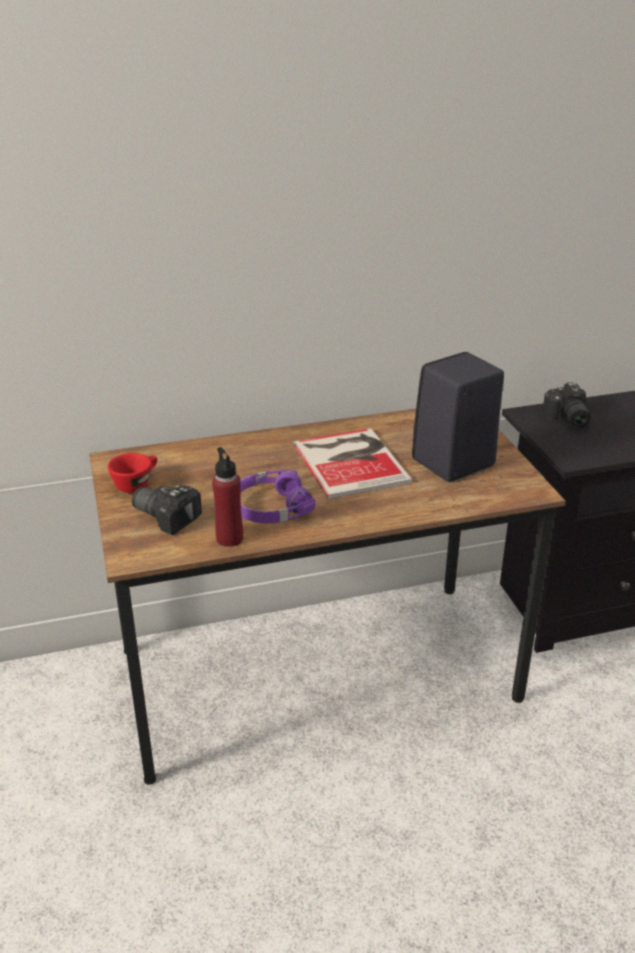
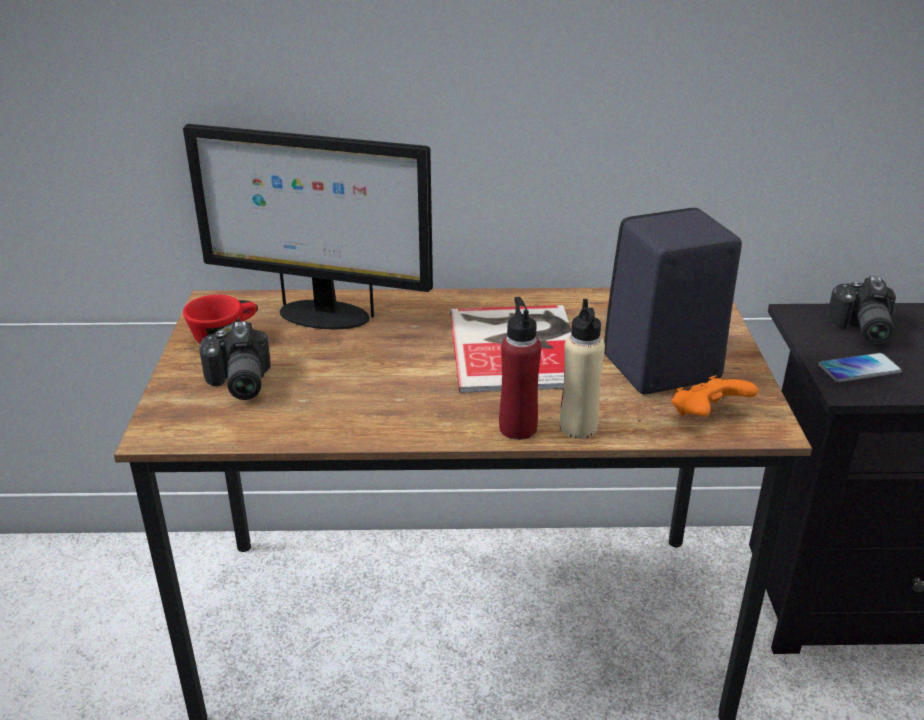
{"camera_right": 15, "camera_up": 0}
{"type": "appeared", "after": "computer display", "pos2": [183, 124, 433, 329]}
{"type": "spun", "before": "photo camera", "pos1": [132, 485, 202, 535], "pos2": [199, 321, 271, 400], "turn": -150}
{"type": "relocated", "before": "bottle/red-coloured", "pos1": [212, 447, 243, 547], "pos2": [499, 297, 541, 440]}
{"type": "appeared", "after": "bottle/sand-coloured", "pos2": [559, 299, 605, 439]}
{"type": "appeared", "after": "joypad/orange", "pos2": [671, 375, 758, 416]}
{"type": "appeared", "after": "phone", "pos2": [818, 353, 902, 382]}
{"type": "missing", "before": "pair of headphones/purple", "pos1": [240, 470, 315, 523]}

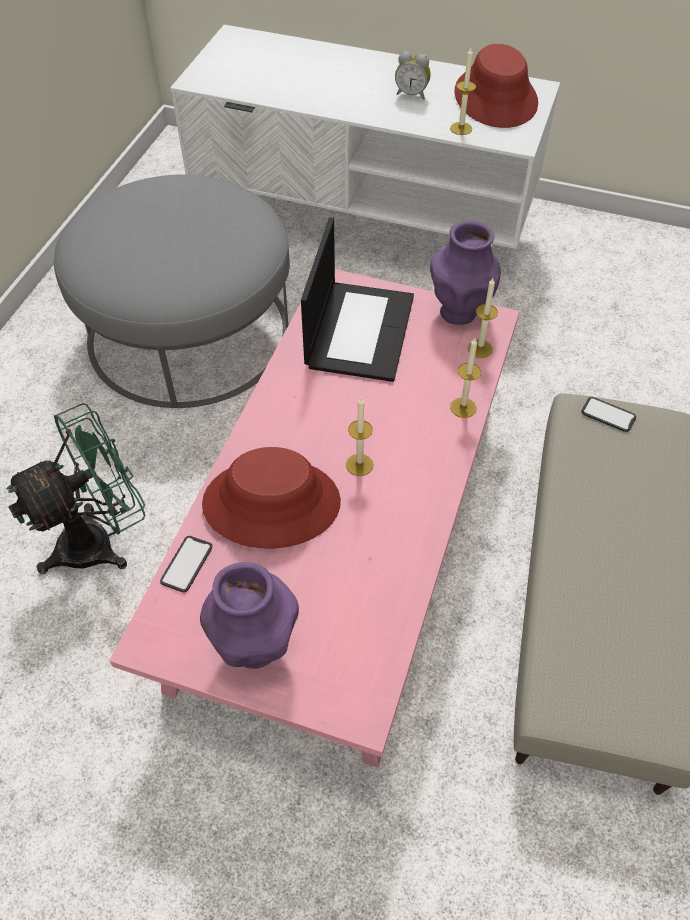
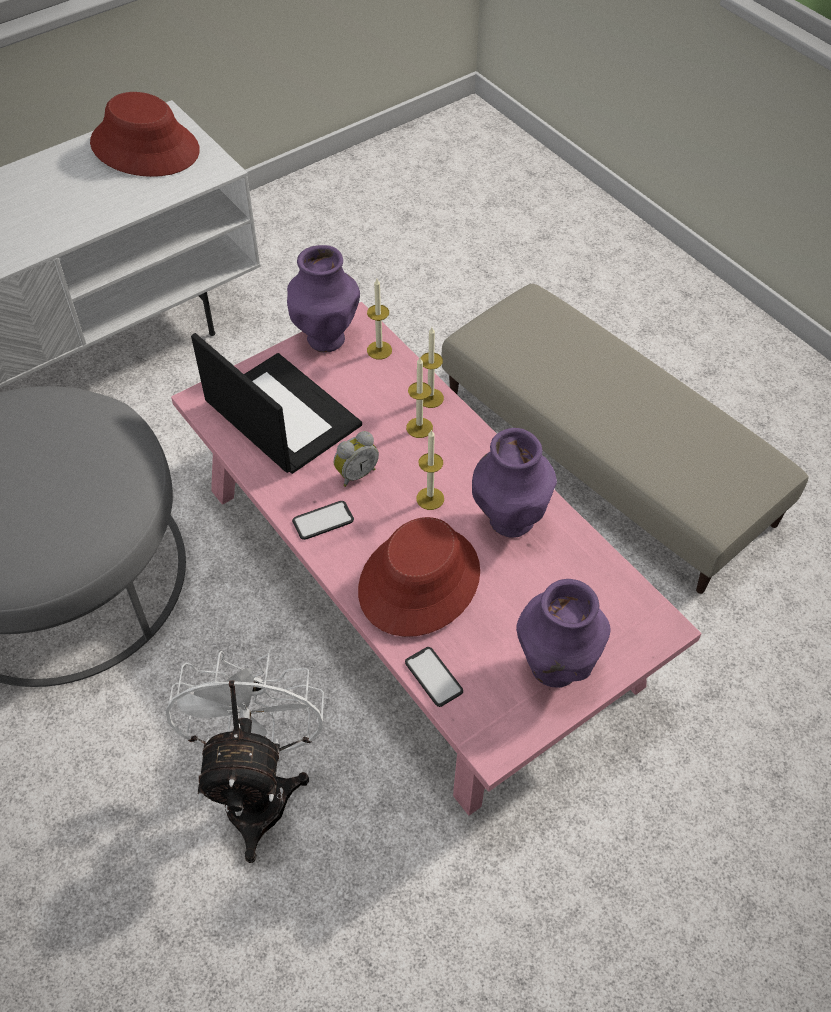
{"camera_right": -55, "camera_up": 0}
{"type": "colour", "before": "cooling fan/green", "after": "cooling fan/white-coloured", "pos1": [7, 403, 145, 574], "pos2": [165, 651, 324, 863]}
{"type": "relocated", "before": "phone", "pos1": [581, 397, 636, 432], "pos2": [292, 501, 354, 540]}
{"type": "relocated", "before": "bedside clock", "pos1": [395, 51, 431, 100], "pos2": [334, 431, 379, 487]}
{"type": "relocated", "before": "wax light", "pos1": [450, 48, 476, 135], "pos2": [406, 358, 433, 438]}
{"type": "appeared", "after": "decorative vase/purple", "pos2": [472, 428, 557, 538]}

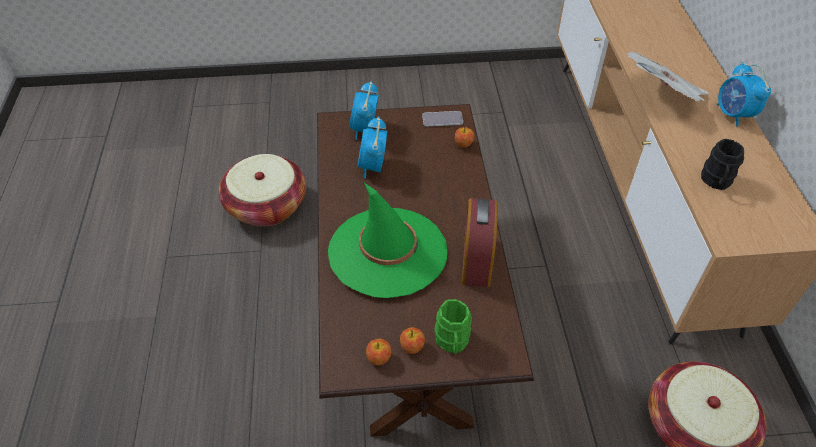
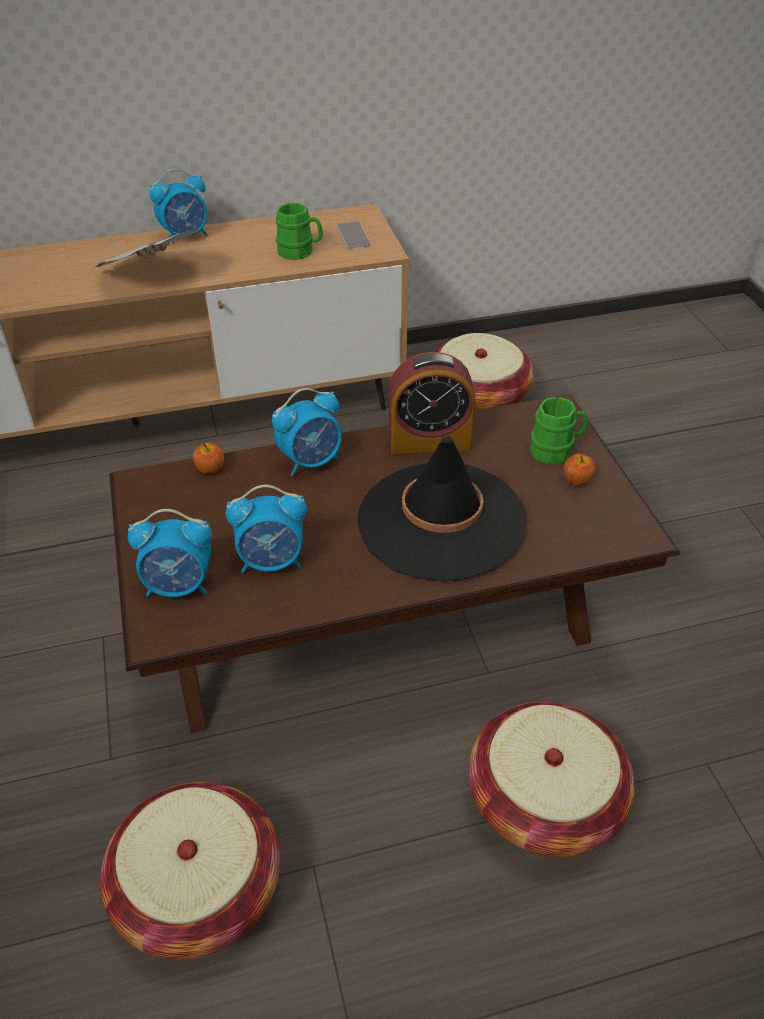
{"camera_right": -100, "camera_up": -5}
{"type": "appeared", "after": "bedside clock", "pos2": [272, 388, 342, 477]}
{"type": "colour", "before": "tea mug/black", "after": "tea mug/green", "pos1": [701, 139, 744, 190], "pos2": [276, 203, 323, 260]}
{"type": "relocated", "before": "phone", "pos1": [422, 111, 463, 127], "pos2": [337, 221, 370, 249]}
{"type": "colour", "before": "wearable hat/green", "after": "wearable hat/black", "pos1": [328, 183, 447, 298], "pos2": [357, 436, 526, 581]}
{"type": "appeared", "after": "basket", "pos2": [469, 702, 635, 857]}
{"type": "missing", "before": "apple", "pos1": [366, 339, 391, 366]}

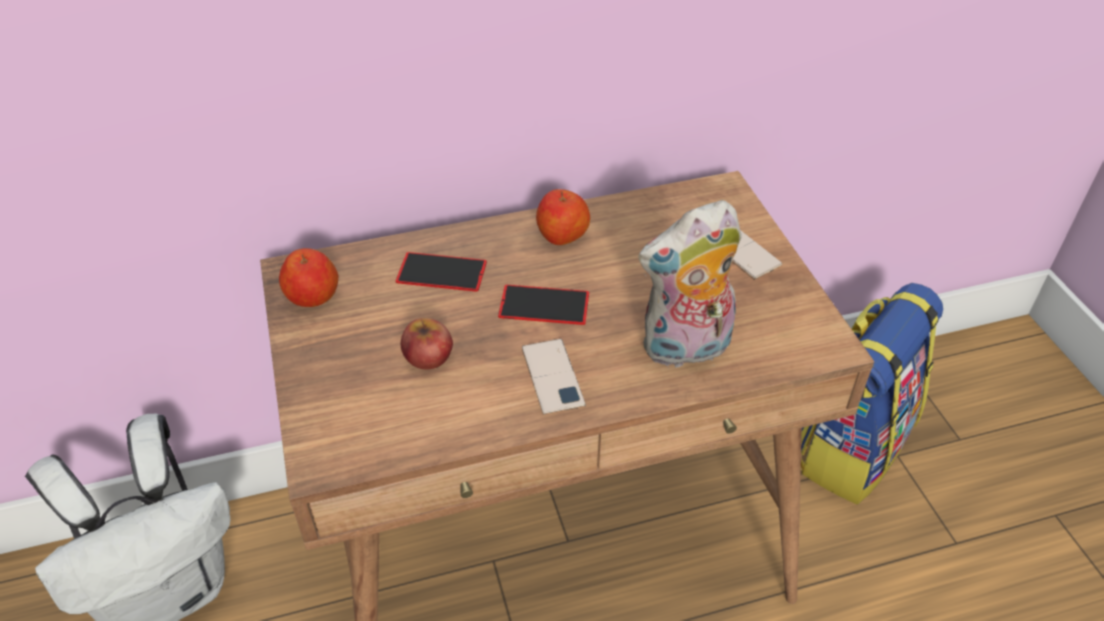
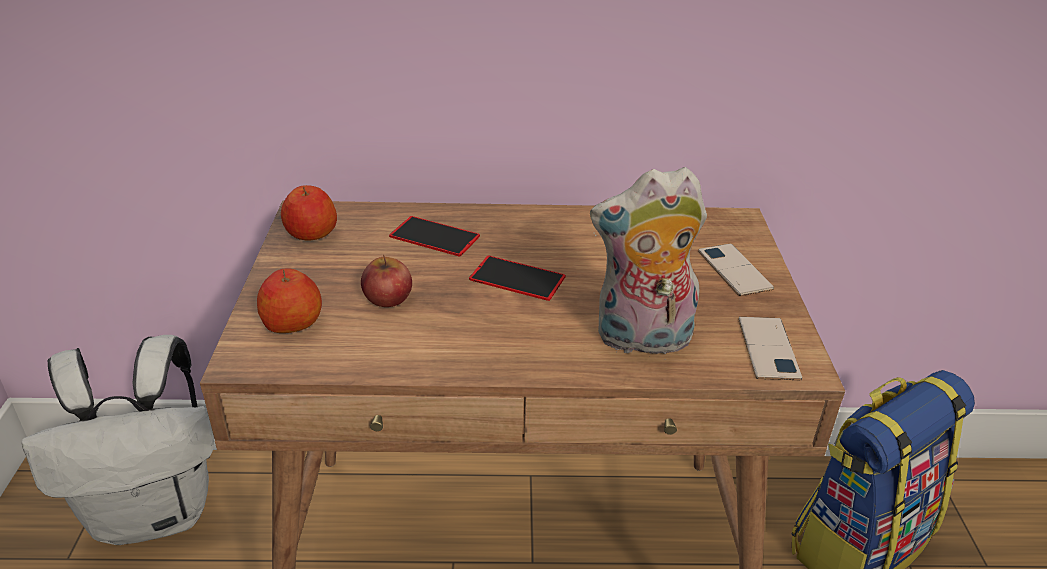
{"camera_right": 15, "camera_up": -10}
{"type": "relocated", "before": "apple", "pos1": [536, 189, 590, 245], "pos2": [257, 268, 322, 333]}
{"type": "relocated", "before": "phone", "pos1": [522, 339, 586, 415], "pos2": [738, 317, 802, 380]}

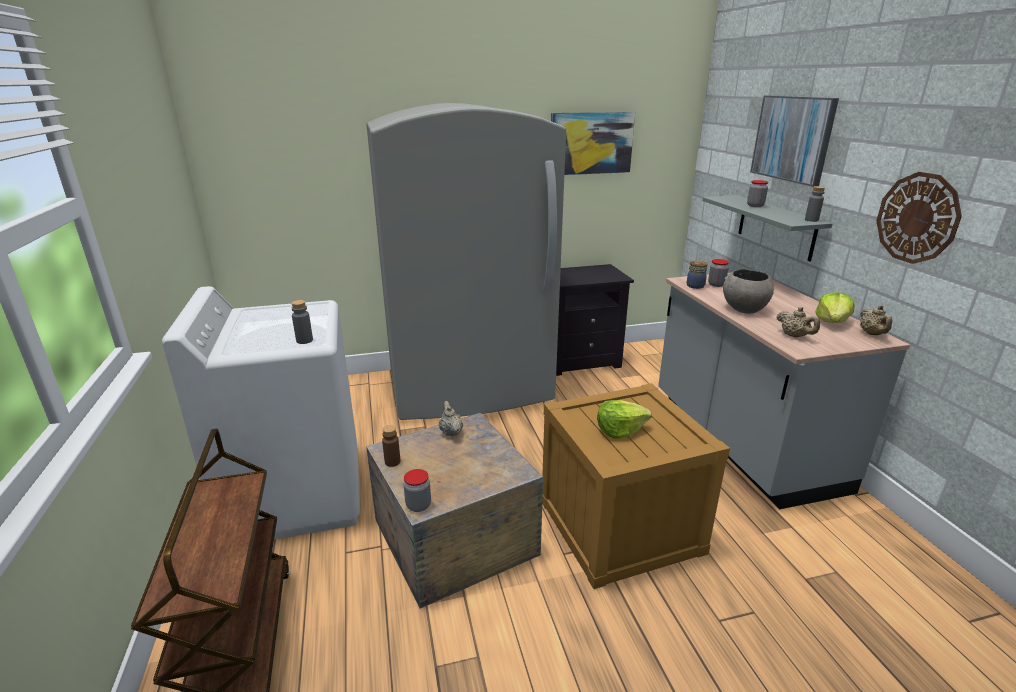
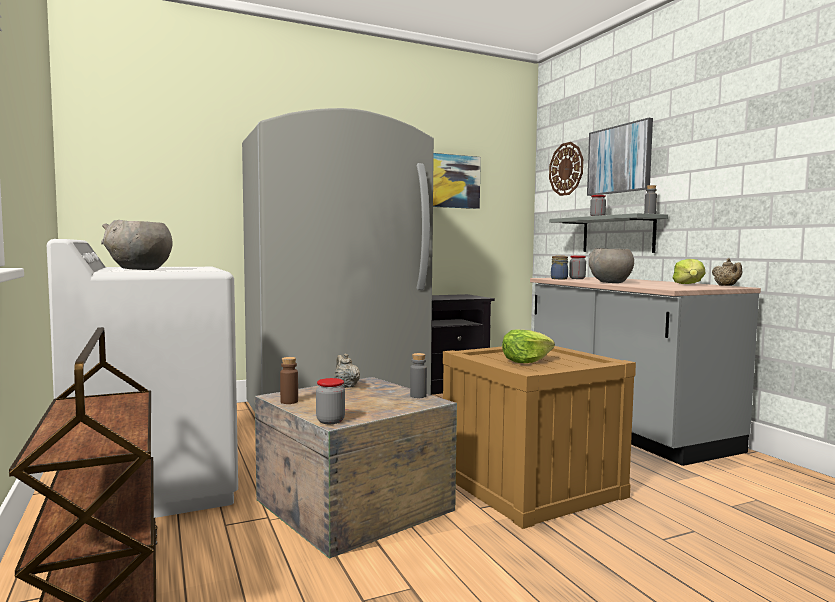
{"camera_right": -10, "camera_up": -20}
{"type": "appeared", "after": "deep dish/greyish", "pos2": [101, 220, 172, 270]}
{"type": "relocated", "before": "bottle/greyish", "pos1": [291, 300, 313, 344], "pos2": [410, 353, 427, 398]}
{"type": "relocated", "before": "hanging clock", "pos1": [876, 172, 962, 264], "pos2": [549, 142, 583, 196]}
{"type": "missing", "before": "tea pot/sand-coloured", "pos1": [776, 307, 820, 337]}

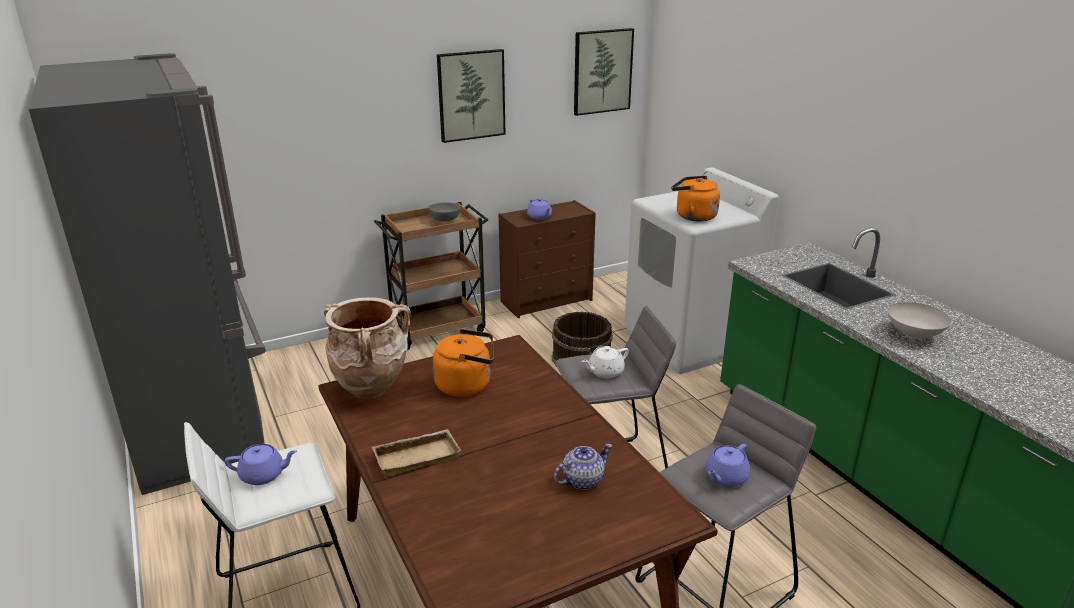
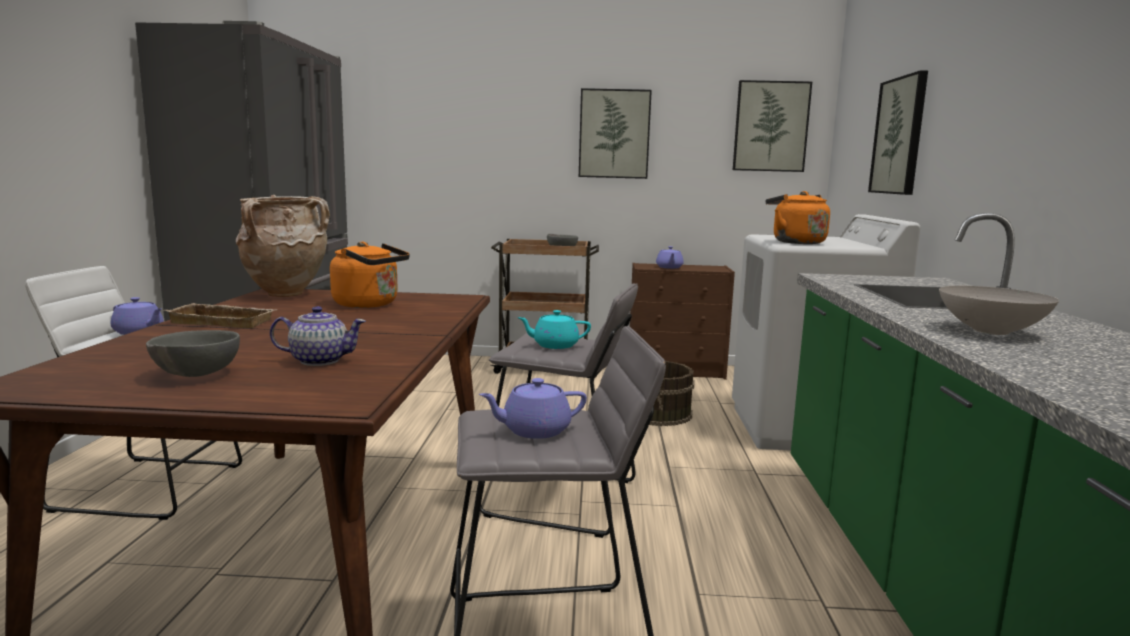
{"camera_right": 30, "camera_up": -15}
{"type": "appeared", "after": "deep dish/greyish", "pos2": [146, 330, 240, 377]}
{"type": "colour", "before": "tea pot/white-coloured", "after": "tea pot/blue-green", "pos1": [582, 346, 629, 378], "pos2": [517, 310, 591, 349]}
{"type": "appeared", "after": "wall picture", "pos2": [868, 70, 928, 195]}

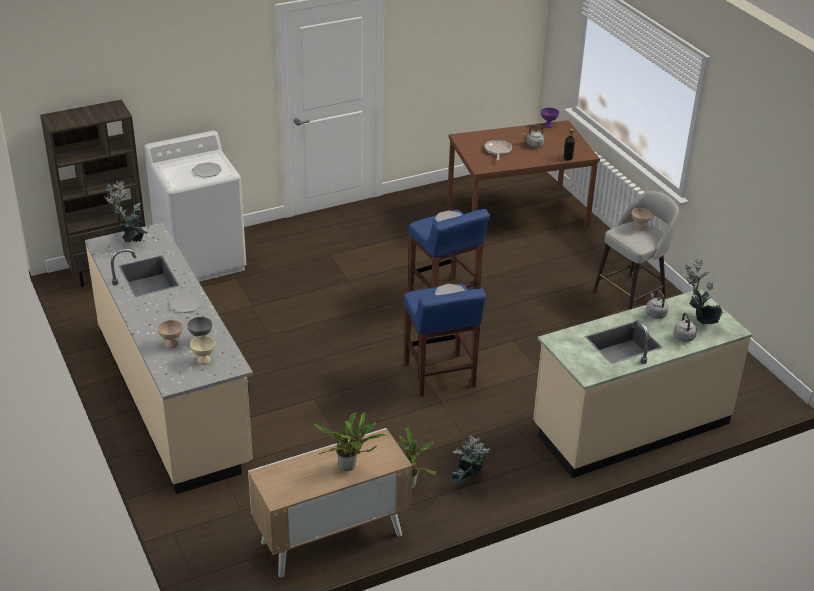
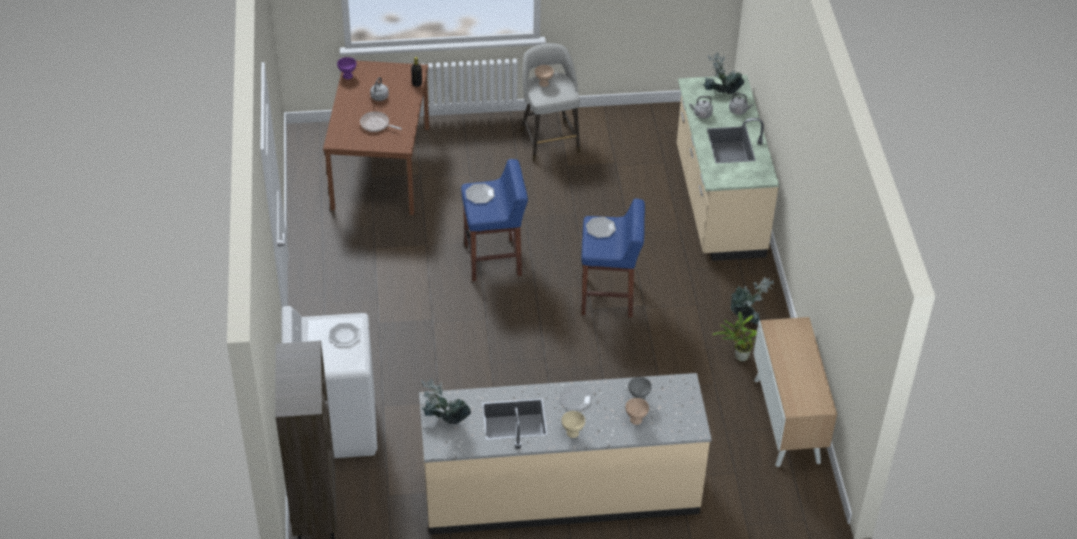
{"camera_right": -70, "camera_up": 10}
{"type": "relocated", "before": "deep dish/sand-coloured", "pos1": [190, 336, 215, 364], "pos2": [561, 411, 585, 438]}
{"type": "missing", "before": "plant in a pot", "pos1": [314, 412, 388, 471]}

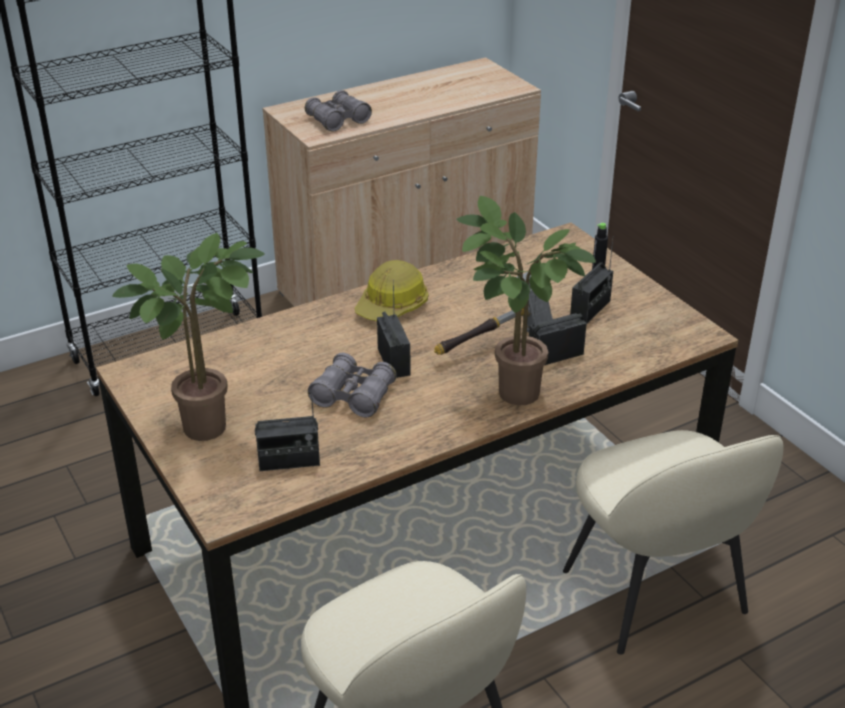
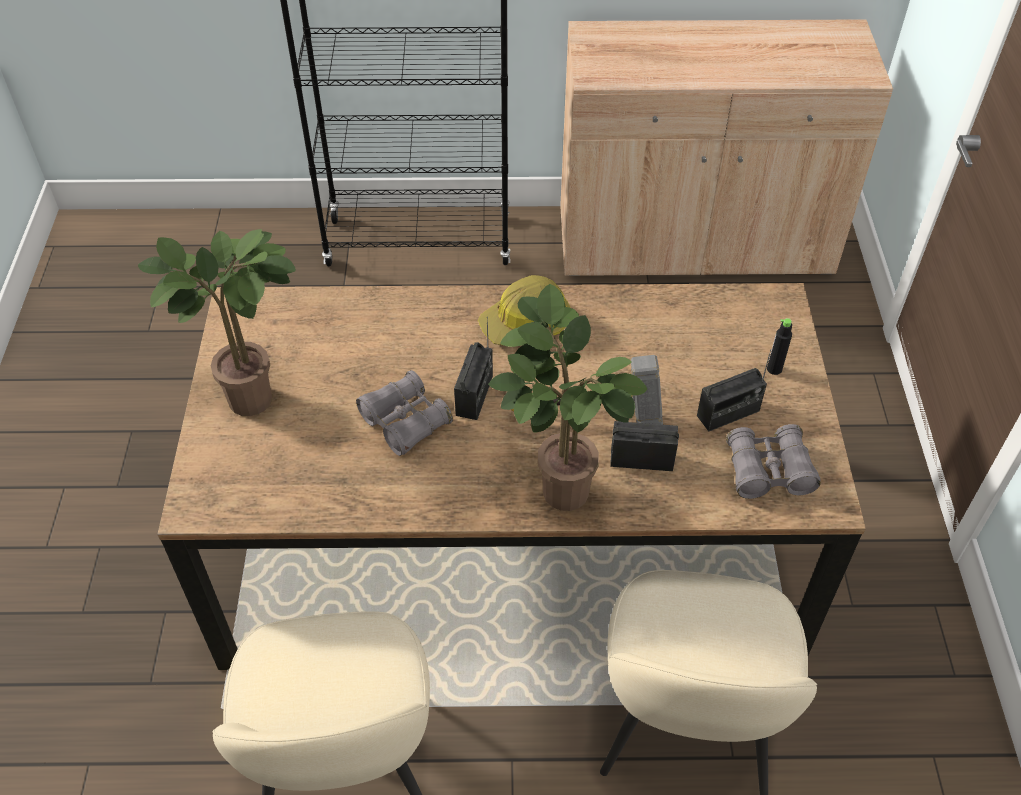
{"camera_right": 30, "camera_up": 15}
{"type": "relocated", "before": "binoculars/greyish", "pos1": [305, 90, 372, 132], "pos2": [726, 424, 821, 499]}
{"type": "missing", "before": "radio", "pos1": [255, 391, 320, 471]}

